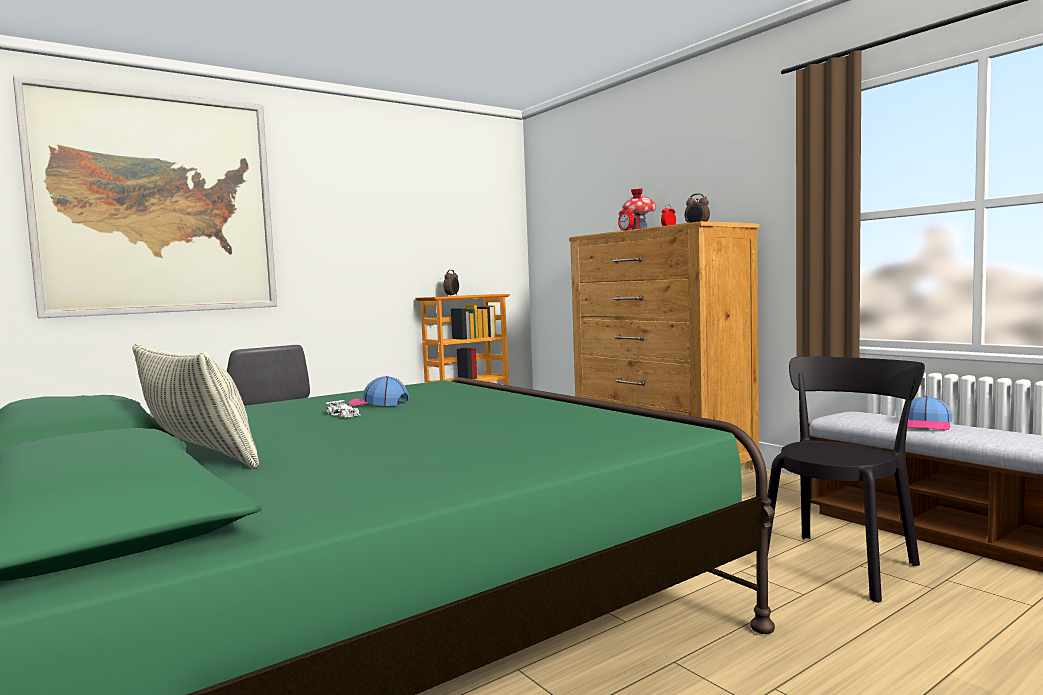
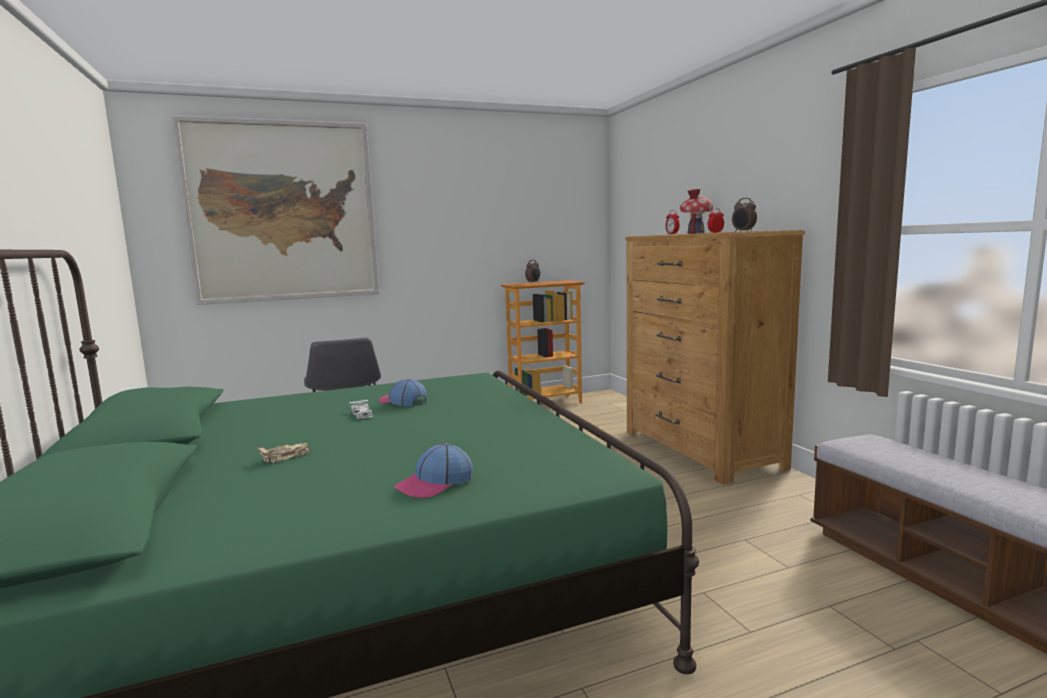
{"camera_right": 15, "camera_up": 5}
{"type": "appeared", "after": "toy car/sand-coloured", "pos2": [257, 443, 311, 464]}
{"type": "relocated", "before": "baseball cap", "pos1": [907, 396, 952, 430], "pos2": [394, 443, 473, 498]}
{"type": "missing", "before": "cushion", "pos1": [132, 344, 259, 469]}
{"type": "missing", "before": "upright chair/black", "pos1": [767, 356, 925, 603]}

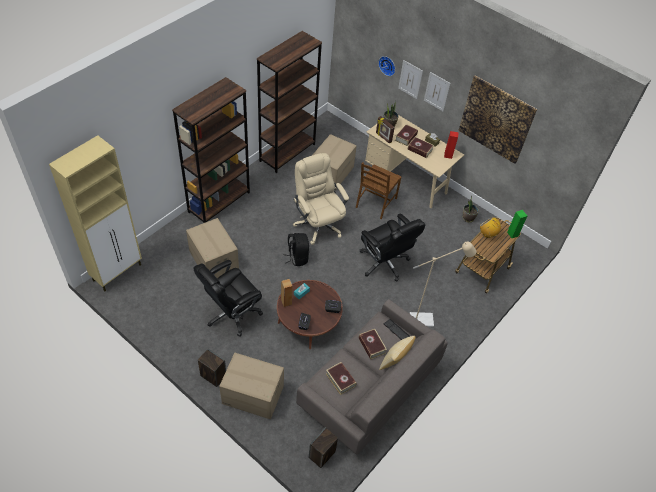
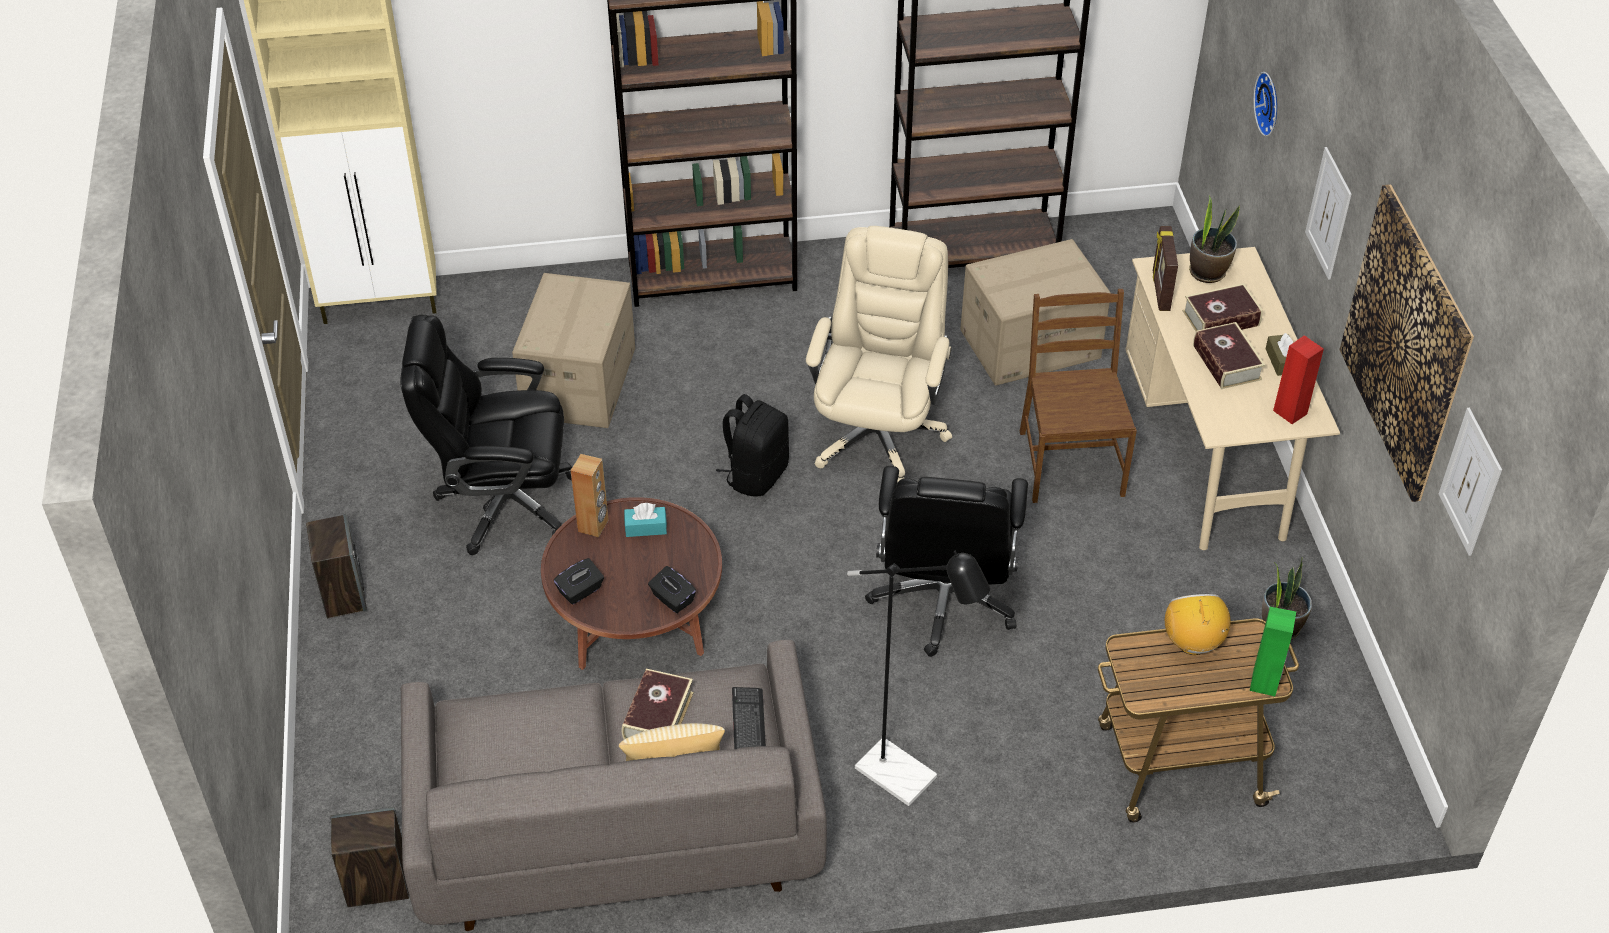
{"camera_right": 45, "camera_up": -5}
{"type": "colour", "before": "standing lamp/sand-coloured", "after": "standing lamp/black", "pos1": [410, 242, 476, 327], "pos2": [847, 550, 990, 806]}
{"type": "spun", "before": "upright chair/brownish", "pos1": [356, 162, 401, 219], "pos2": [1020, 289, 1137, 503], "turn": 105}
{"type": "relocated", "before": "wall picture", "pos1": [398, 60, 423, 99], "pos2": [1439, 408, 1502, 556]}
{"type": "missing", "before": "packing box", "pos1": [219, 353, 284, 419]}
{"type": "missing", "before": "book", "pos1": [326, 362, 356, 395]}

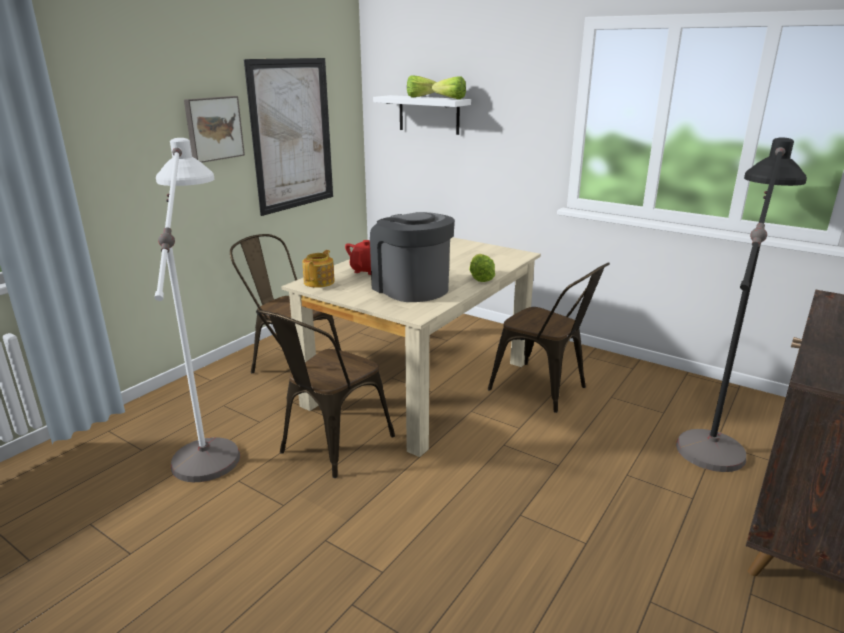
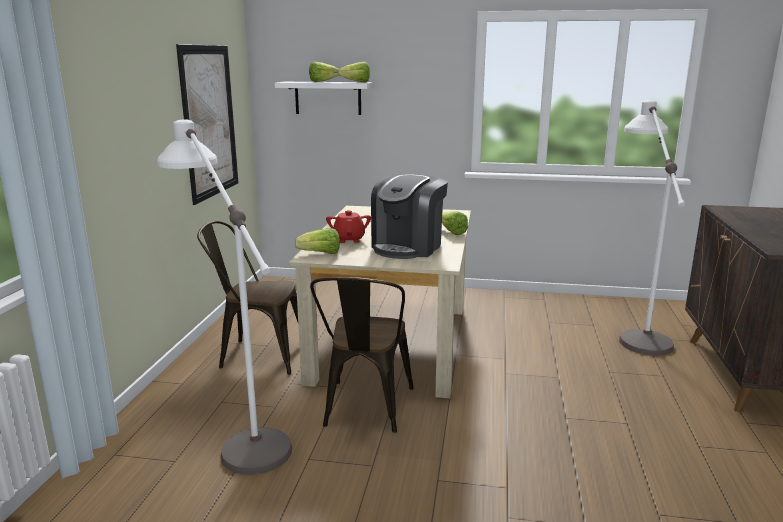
{"camera_right": -25, "camera_up": -5}
{"type": "exchanged", "before": "tea pot", "after": "head of lettuce", "pos1": [302, 250, 335, 288], "pos2": [295, 228, 340, 254]}
{"type": "spun", "before": "coffee brewer", "pos1": [370, 212, 455, 302], "pos2": [371, 174, 448, 259], "turn": -90}
{"type": "colour", "before": "standing lamp/black", "after": "standing lamp/white-coloured", "pos1": [676, 137, 807, 472], "pos2": [619, 100, 685, 355]}
{"type": "missing", "before": "wall picture", "pos1": [184, 96, 245, 163]}
{"type": "missing", "before": "upright chair/brownish", "pos1": [487, 262, 610, 413]}

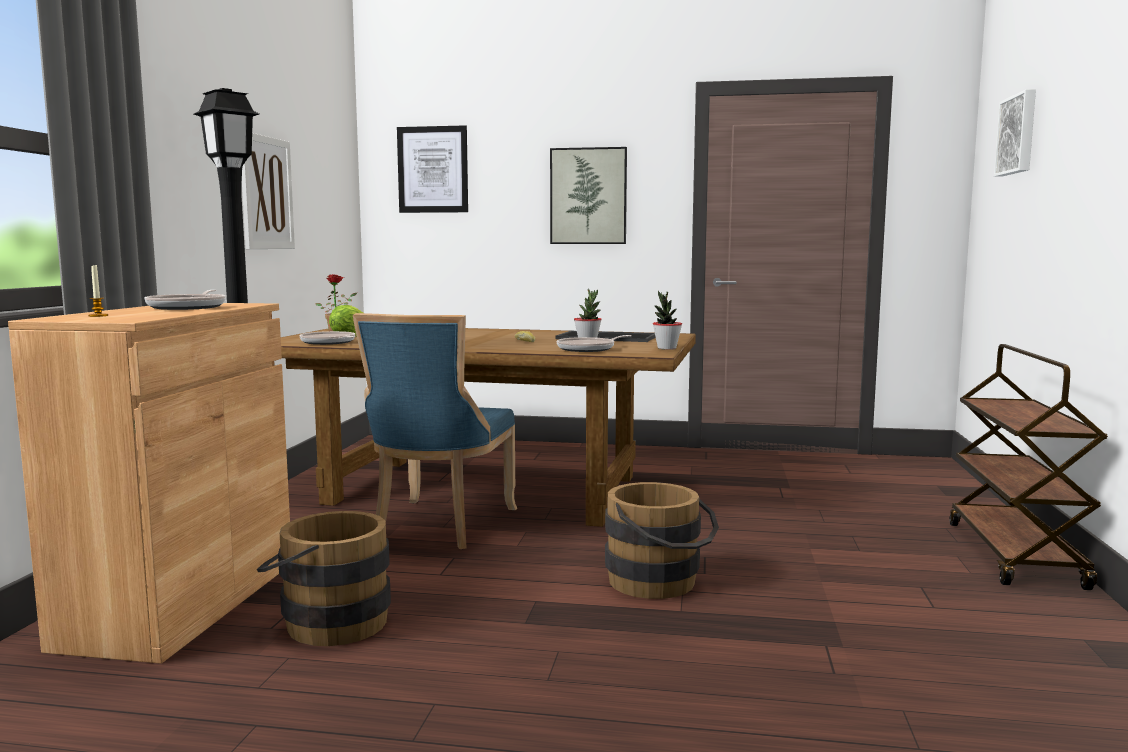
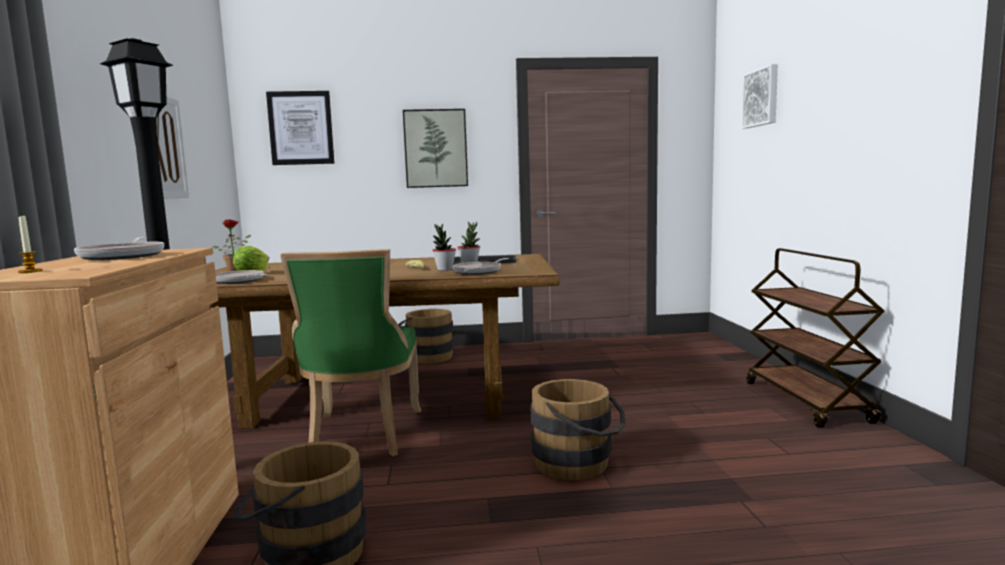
{"camera_right": -15, "camera_up": 0}
{"type": "colour", "before": "upright chair/blue-coloured", "after": "upright chair/green", "pos1": [353, 313, 517, 549], "pos2": [280, 249, 421, 456]}
{"type": "appeared", "after": "bucket/brownish", "pos2": [398, 309, 454, 364]}
{"type": "relocated", "before": "plant in a pot", "pos1": [653, 291, 682, 350], "pos2": [432, 224, 456, 271]}

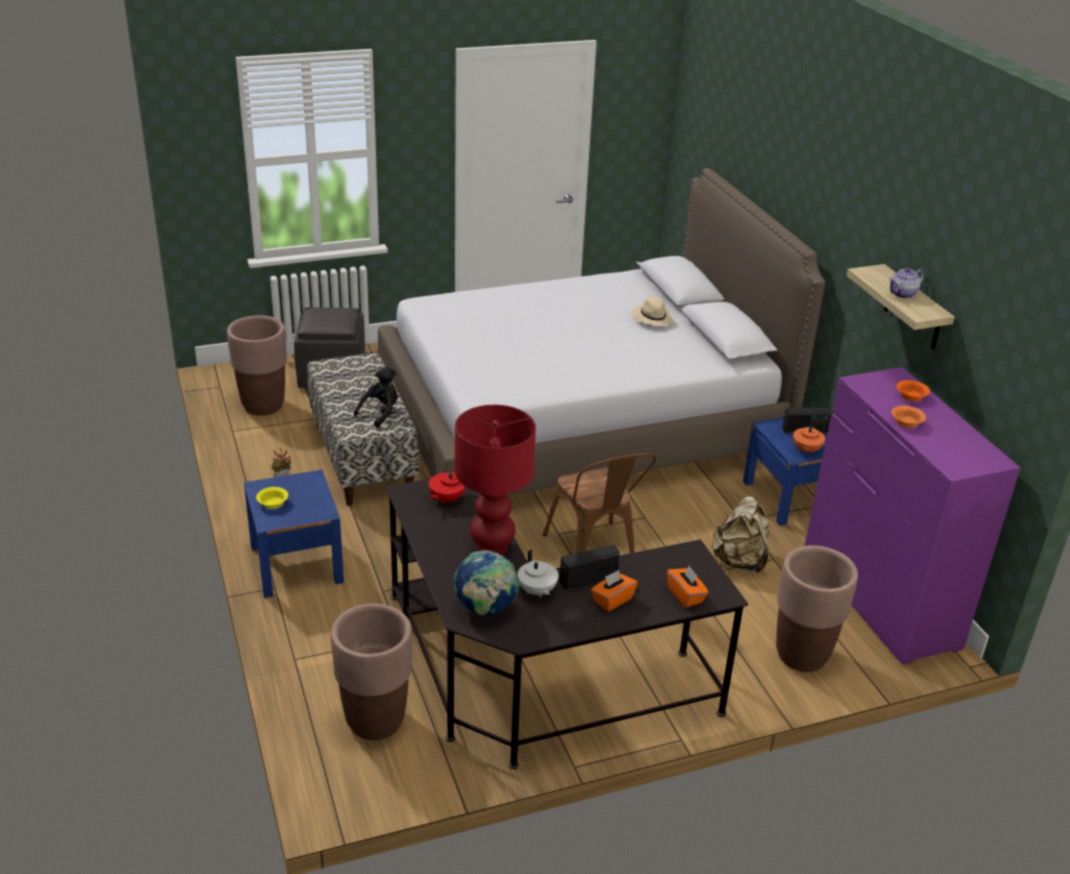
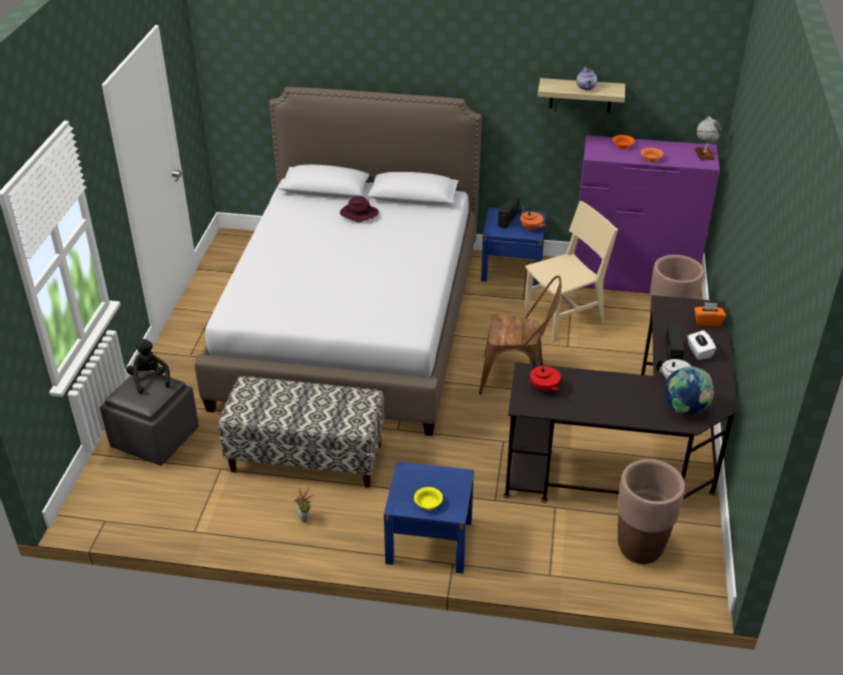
{"camera_right": -60, "camera_up": 5}
{"type": "relocated", "before": "cuddly toy/black", "pos1": [354, 367, 398, 428], "pos2": [126, 339, 170, 394]}
{"type": "colour", "before": "wearable hat/sand-coloured", "after": "wearable hat/purple", "pos1": [632, 297, 674, 326], "pos2": [340, 196, 379, 222]}
{"type": "exchanged", "before": "knapsack/sand-coloured", "after": "upright chair/sand-coloured", "pos1": [711, 496, 769, 573], "pos2": [524, 201, 618, 341]}
{"type": "colour", "before": "tissue holder/orange", "after": "tissue holder/white-coloured", "pos1": [591, 570, 638, 612], "pos2": [687, 330, 716, 360]}
{"type": "appeared", "after": "globe", "pos2": [695, 116, 722, 160]}
{"type": "missing", "before": "planter/brownish", "pos1": [227, 315, 287, 416]}
{"type": "missing", "before": "lamp for a table/red-coloured", "pos1": [455, 405, 536, 555]}

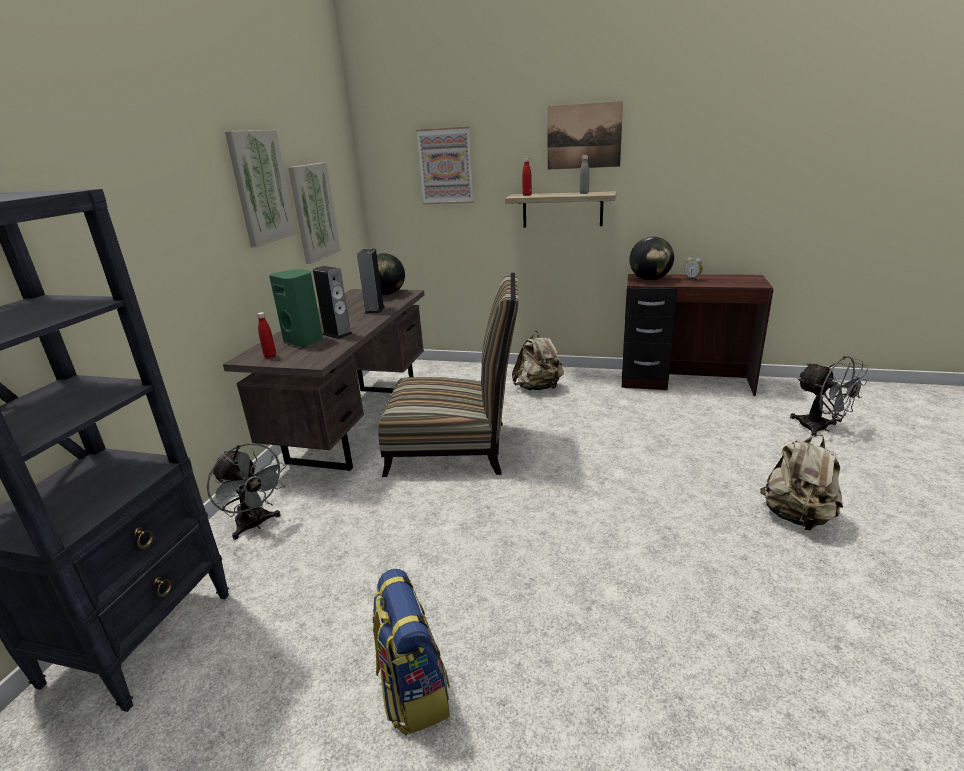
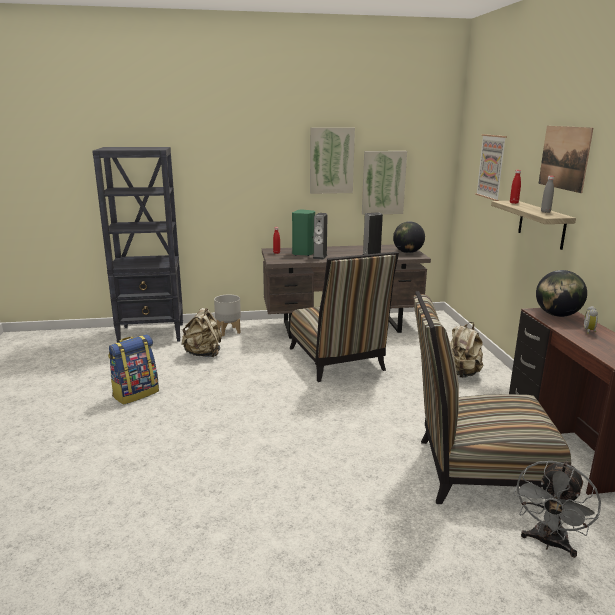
{"camera_right": 65, "camera_up": -5}
{"type": "relocated", "before": "knapsack/sand-coloured", "pos1": [760, 434, 843, 531], "pos2": [182, 308, 222, 358]}
{"type": "exchanged", "before": "cooling fan/greyish", "after": "planter/greyish", "pos1": [206, 443, 286, 540], "pos2": [214, 295, 241, 336]}
{"type": "appeared", "after": "upright chair", "pos2": [414, 291, 571, 504]}

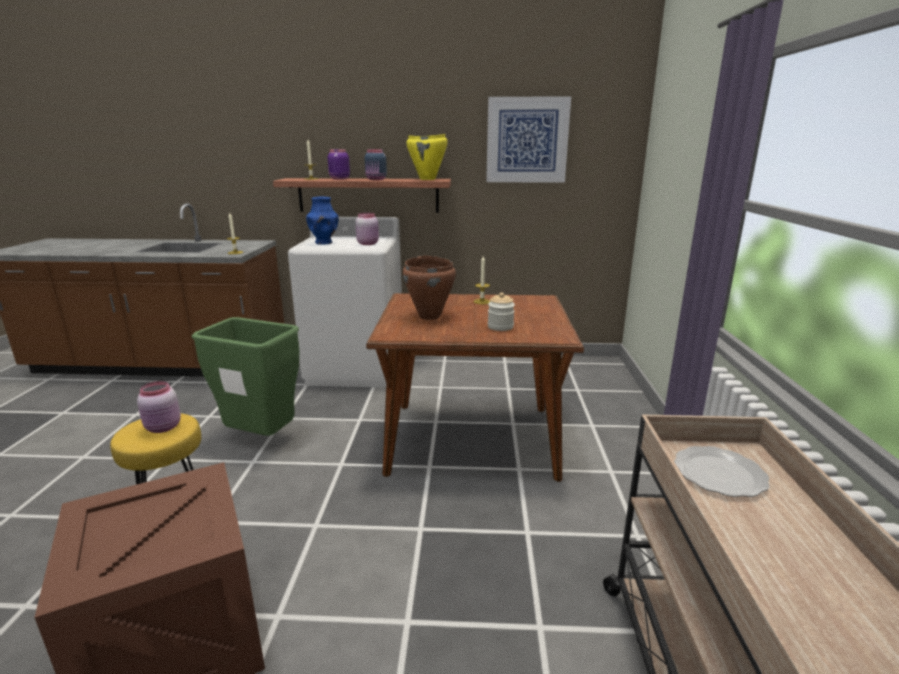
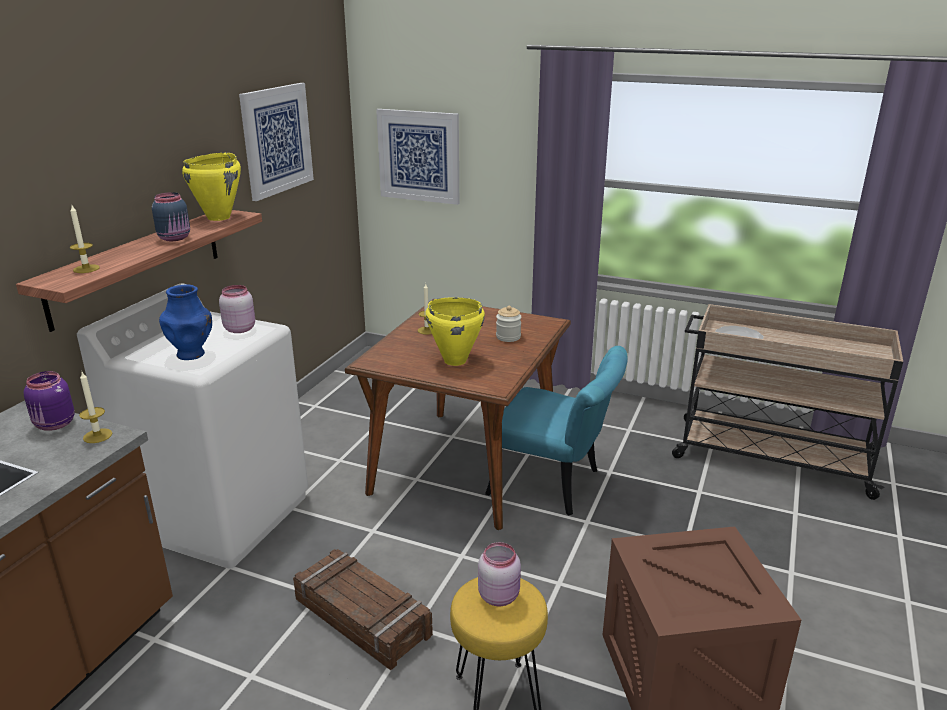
{"camera_right": -70, "camera_up": 5}
{"type": "relocated", "before": "jar/purple", "pos1": [328, 149, 350, 180], "pos2": [24, 371, 75, 431]}
{"type": "exchanged", "before": "trash can/green", "after": "crate", "pos1": [192, 317, 300, 436], "pos2": [293, 549, 433, 670]}
{"type": "appeared", "after": "wall picture", "pos2": [376, 109, 459, 205]}
{"type": "colour", "before": "cooking pot/brownish", "after": "cooking pot/yellow", "pos1": [403, 256, 456, 320], "pos2": [425, 297, 485, 366]}
{"type": "appeared", "after": "upright chair/blue-green", "pos2": [485, 346, 628, 516]}

